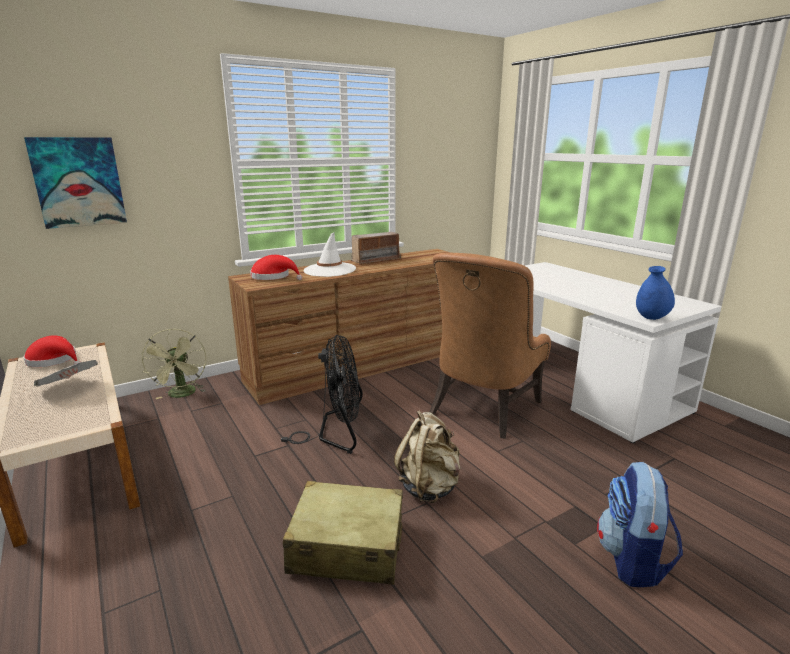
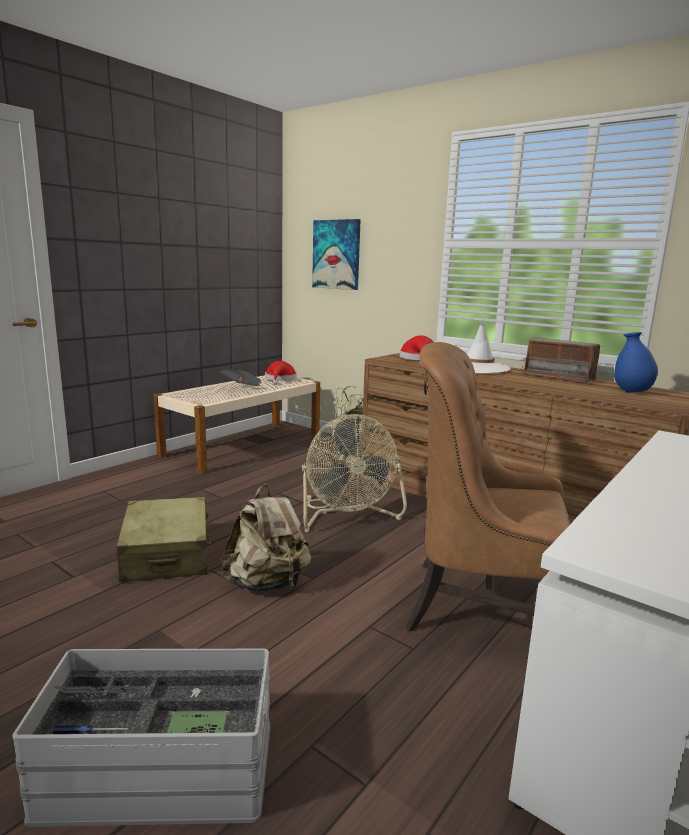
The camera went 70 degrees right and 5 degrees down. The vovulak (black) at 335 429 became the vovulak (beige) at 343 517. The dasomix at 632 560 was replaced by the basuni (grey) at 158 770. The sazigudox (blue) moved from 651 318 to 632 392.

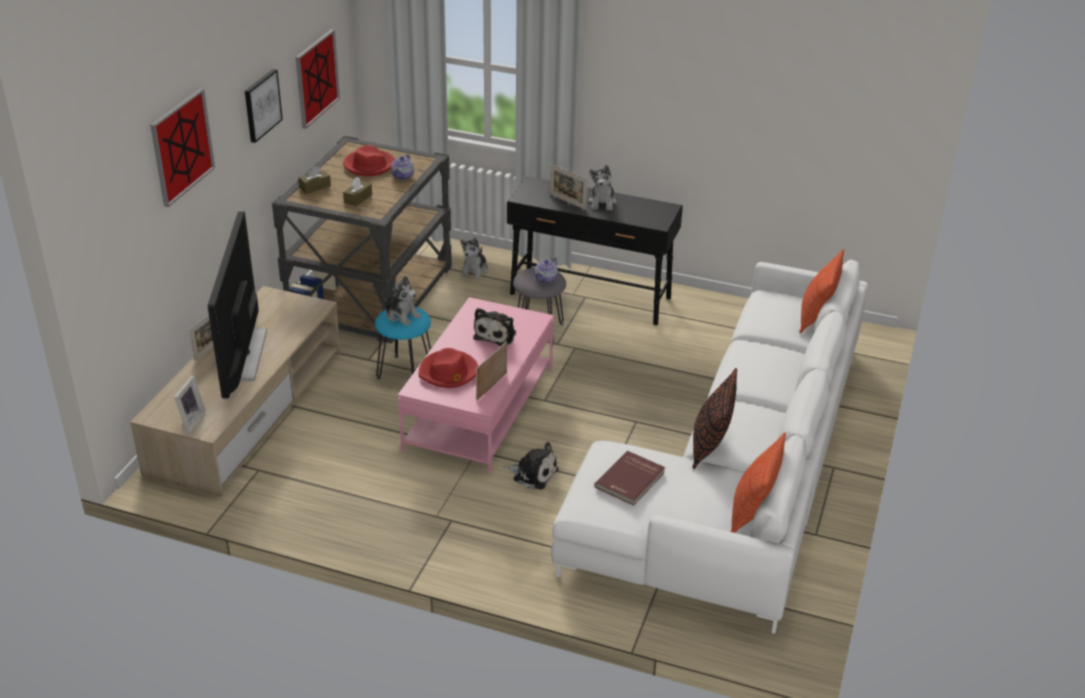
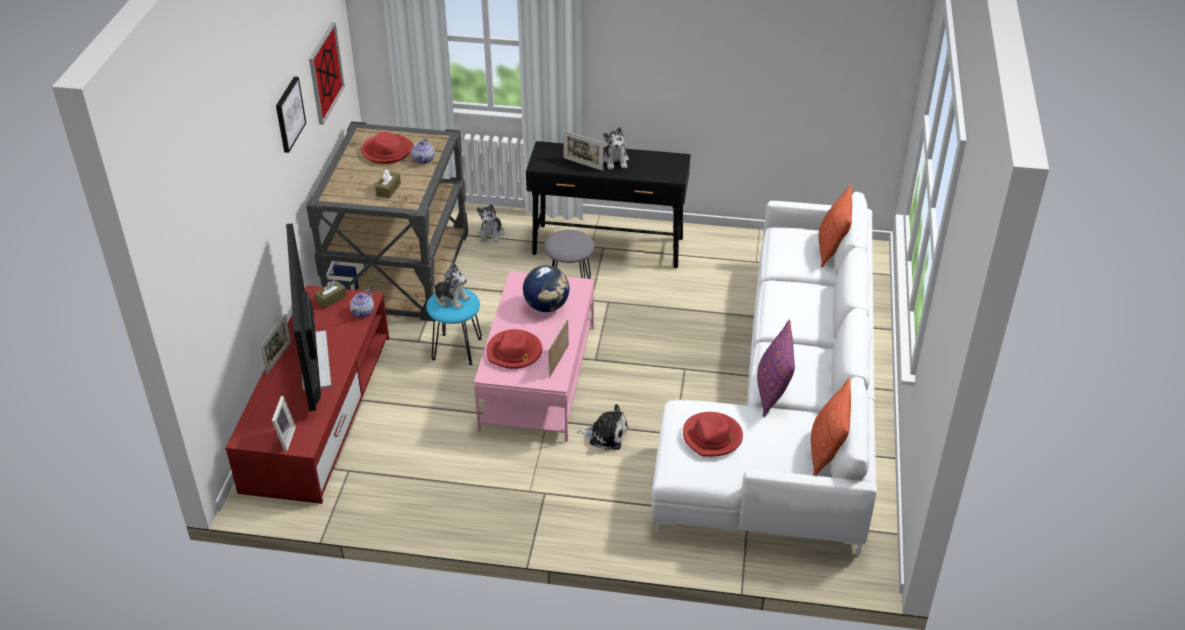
The camera went 10 degrees left and 5 degrees up. The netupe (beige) at 247 409 became the netupe (red) at 318 410. The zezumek at 182 146 disappeared. The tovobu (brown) moved from 315 187 to 331 299. The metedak at 496 334 was replaced by the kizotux at 546 306. The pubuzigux moved from 546 279 to 363 312. The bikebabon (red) at 631 480 was replaced by the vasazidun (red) at 712 437. The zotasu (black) at 710 447 became the zotasu (purple) at 772 392.

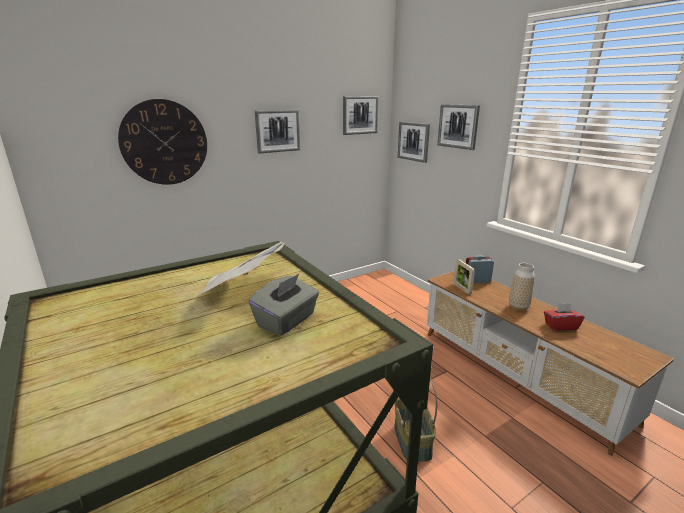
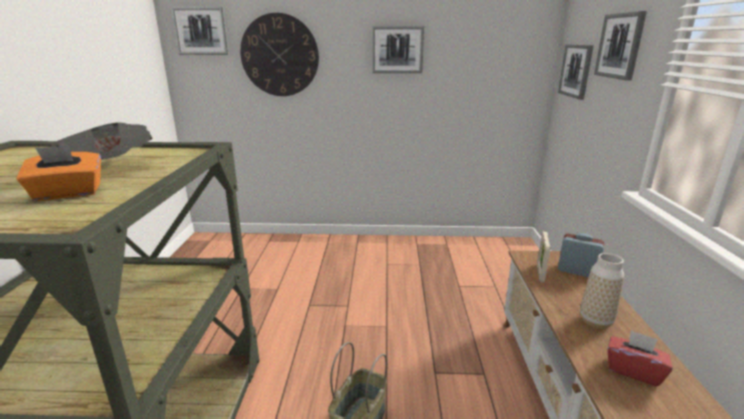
The camera went 35 degrees right and 0 degrees up. The tovobu (grey) at 287 321 became the tovobu (orange) at 68 194. The zezumek moved from 360 115 to 201 31.

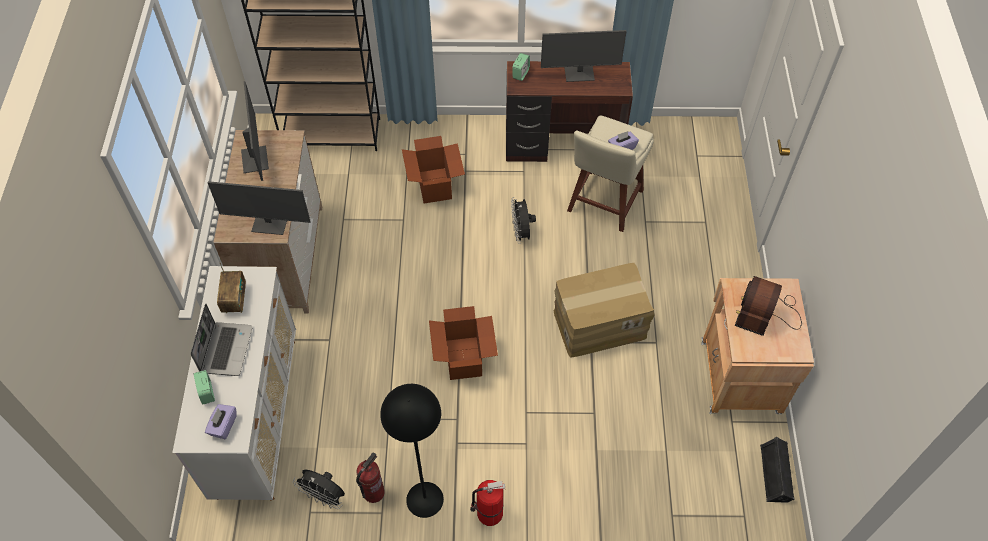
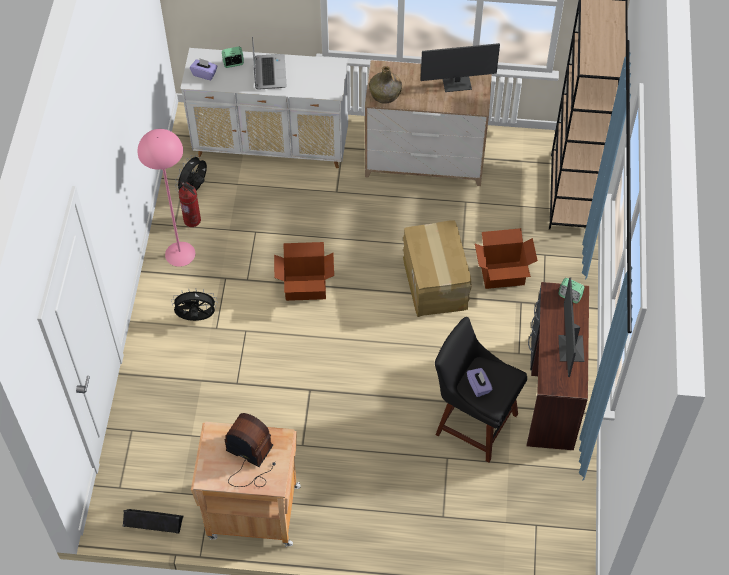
The camera went 95 degrees right and 0 degrees up. The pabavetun at 226 349 turned 105 degrees counterclockwise. The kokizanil at 270 224 was replaced by the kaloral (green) at 385 94. The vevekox at 234 299 disappeared. The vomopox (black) at 424 500 became the vomopox (pink) at 179 253. The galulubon at 488 513 disappeared. The vovulak (black) moved from 521 233 to 196 318. The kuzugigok moved from 599 323 to 436 282. The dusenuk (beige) at 603 203 became the dusenuk (black) at 473 422.

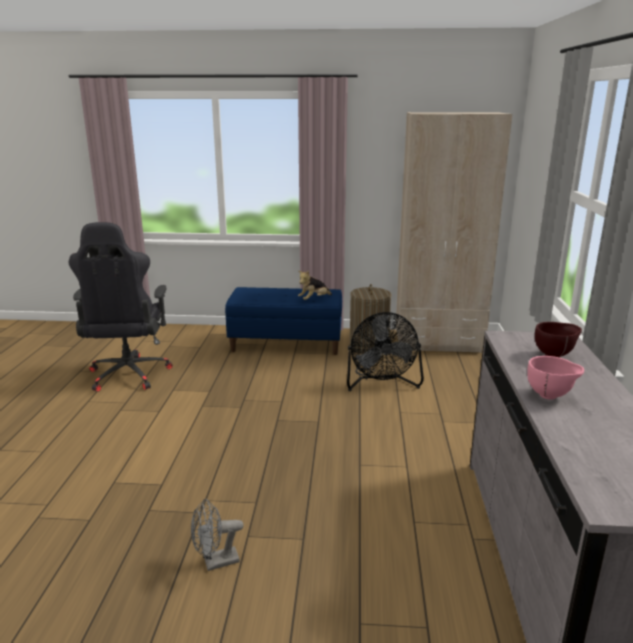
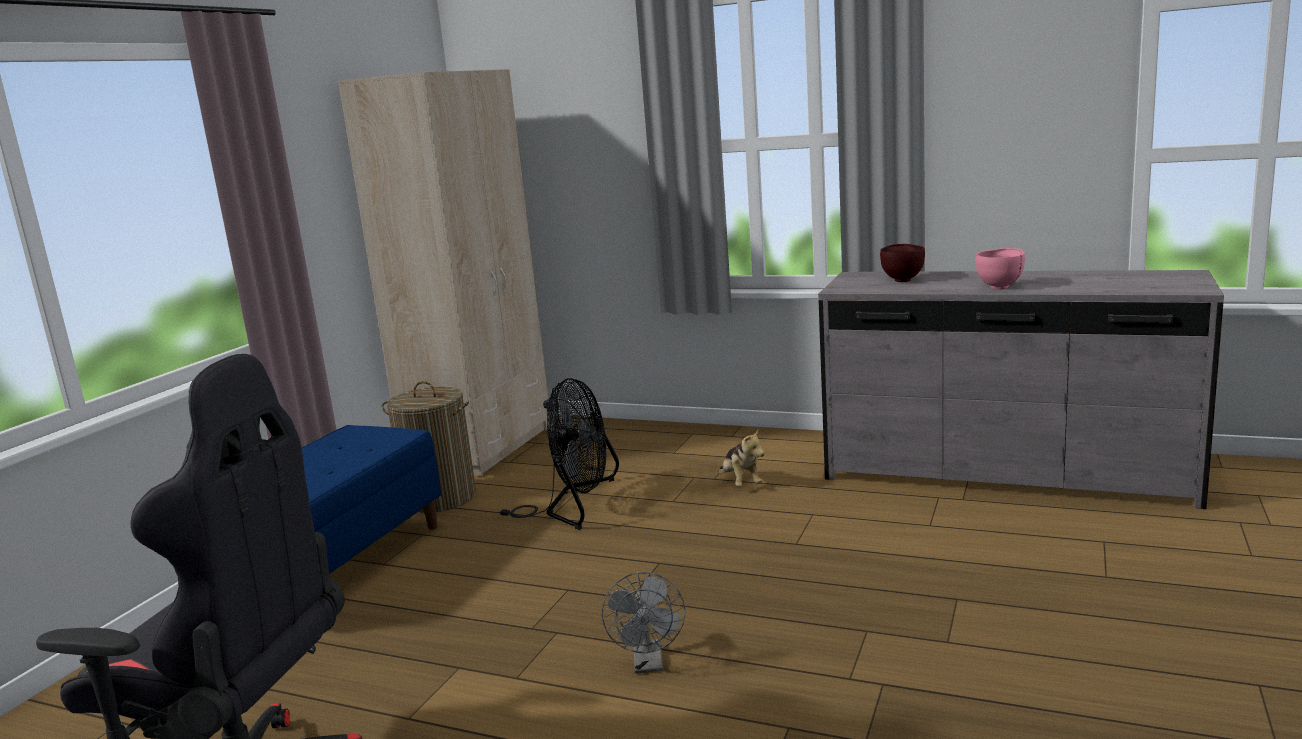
The camera went 70 degrees left and 5 degrees down. The vovulak (grey) moved from 216 562 to 649 664. The metedak moved from 314 299 to 740 483.

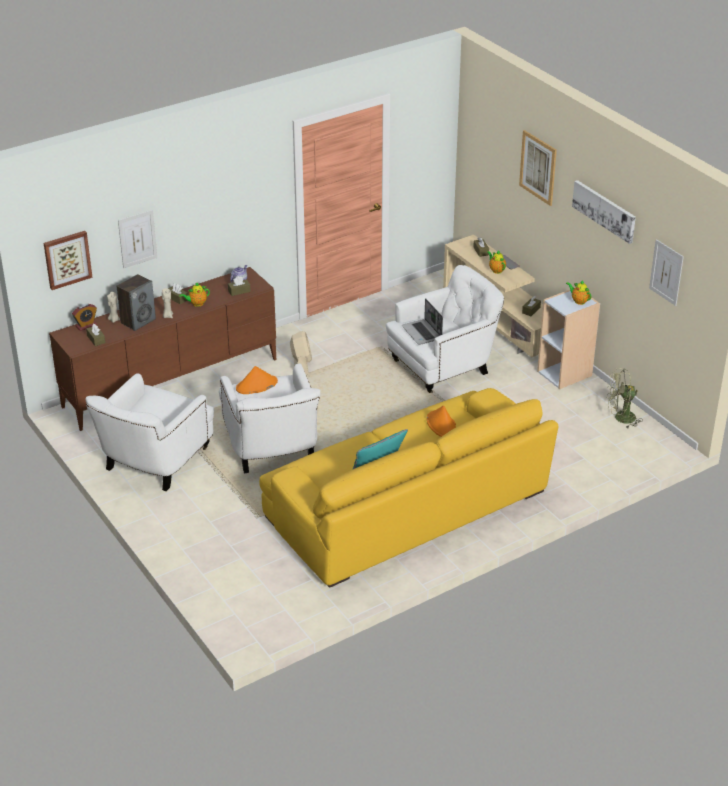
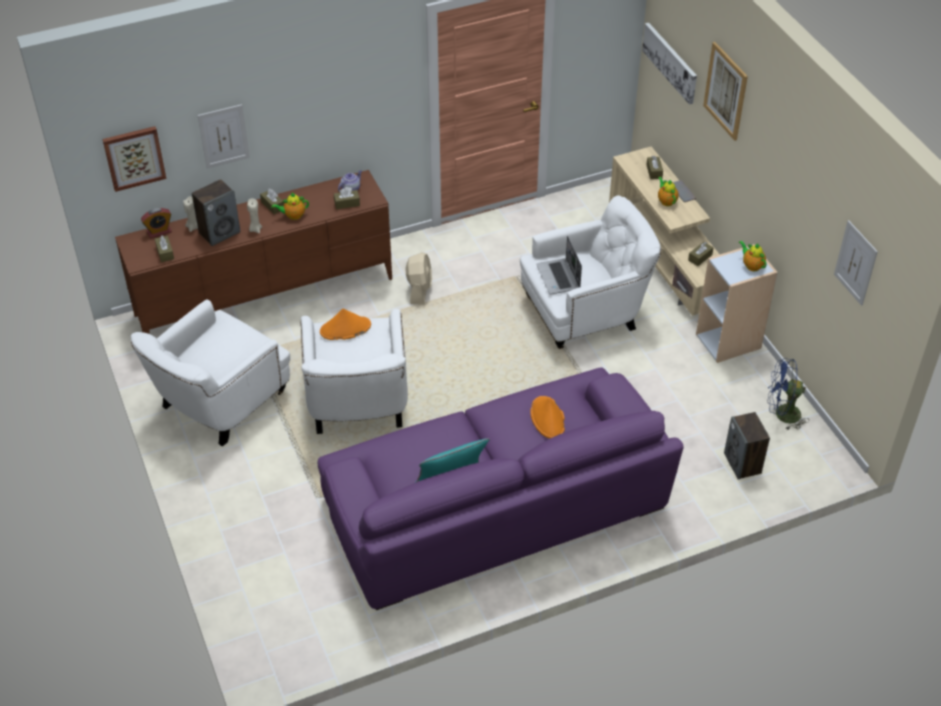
The camera went 10 degrees right and 10 degrees up. The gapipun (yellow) at 407 507 became the gapipun (purple) at 495 507. The zezumek moved from 604 211 to 670 62. The vovulak (green) at 620 418 became the vovulak (blue) at 782 414. The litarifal at 743 463 appeared.

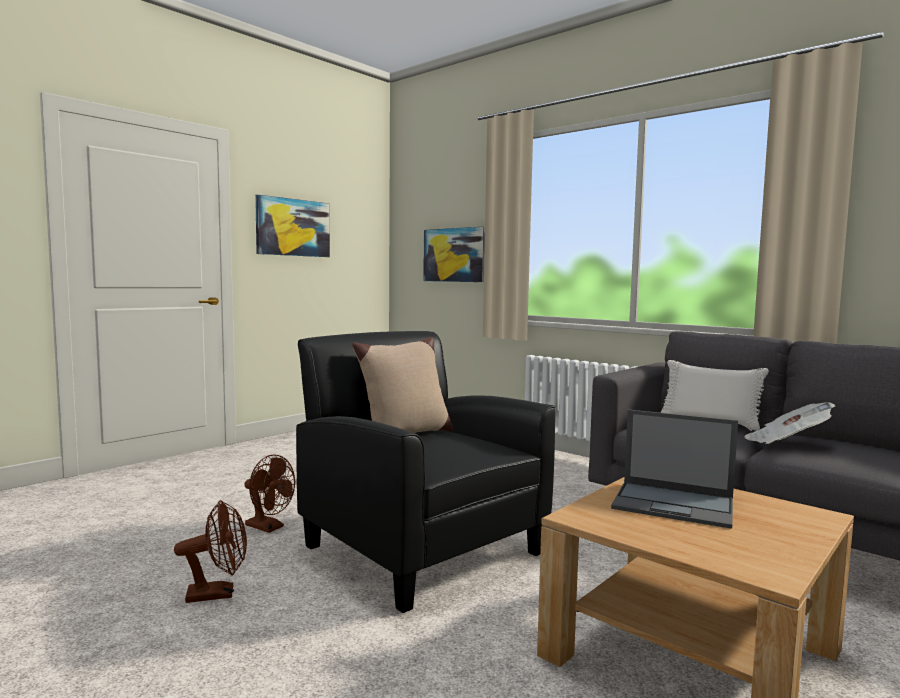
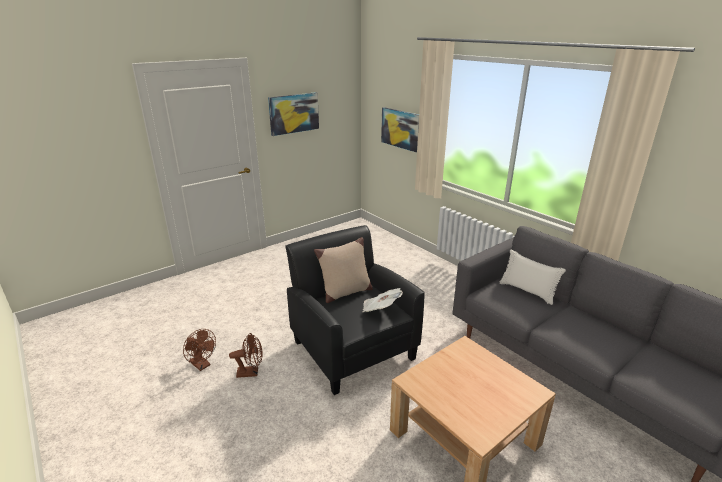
The camera went 10 degrees right and 20 degrees up. The vovulak (brown) moved from 269 527 to 202 365. The pabavetun at 675 504 disappeared. The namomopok moved from 786 443 to 380 309.

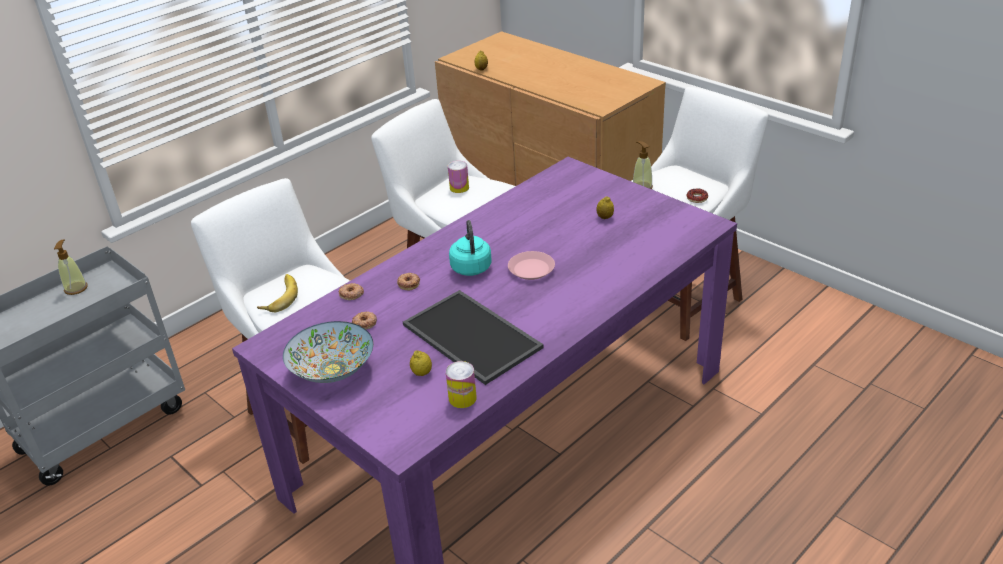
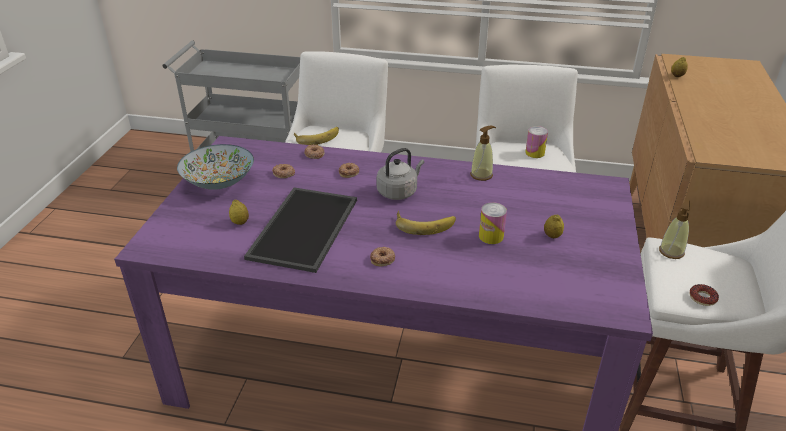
The camera went 55 degrees right and 0 degrees up. The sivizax moved from 76 288 to 481 175. The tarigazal moved from 462 398 to 491 236. The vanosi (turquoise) at 471 266 became the vanosi (grey) at 399 192. The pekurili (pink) at 531 269 was replaced by the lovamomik at 424 223. The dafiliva at 383 259 appeared.

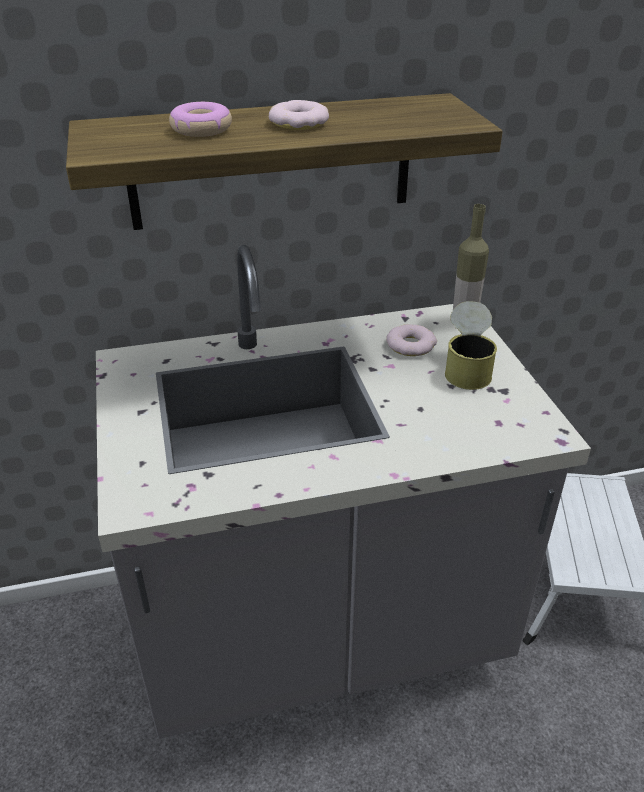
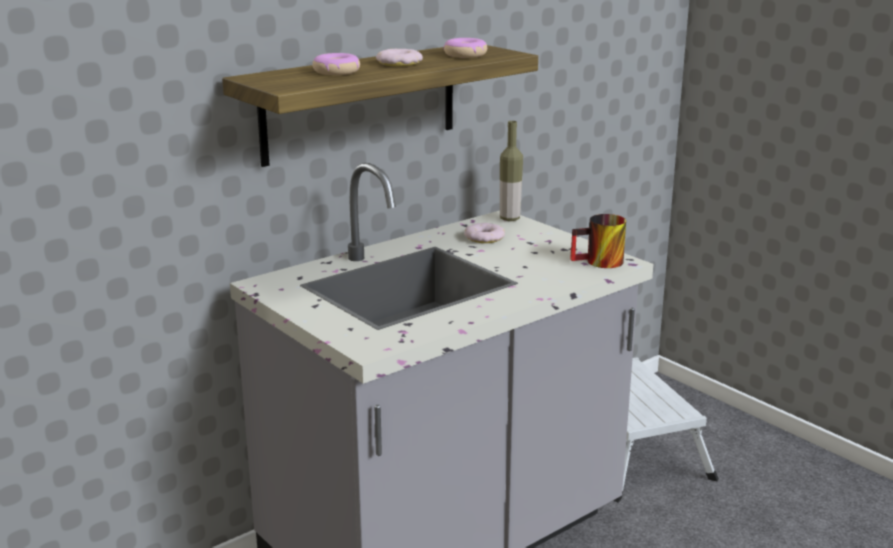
The camera went 25 degrees left and 15 degrees down. The tarigazal at 467 367 disappeared. The dafiliva at 465 55 appeared. The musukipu at 600 263 appeared.

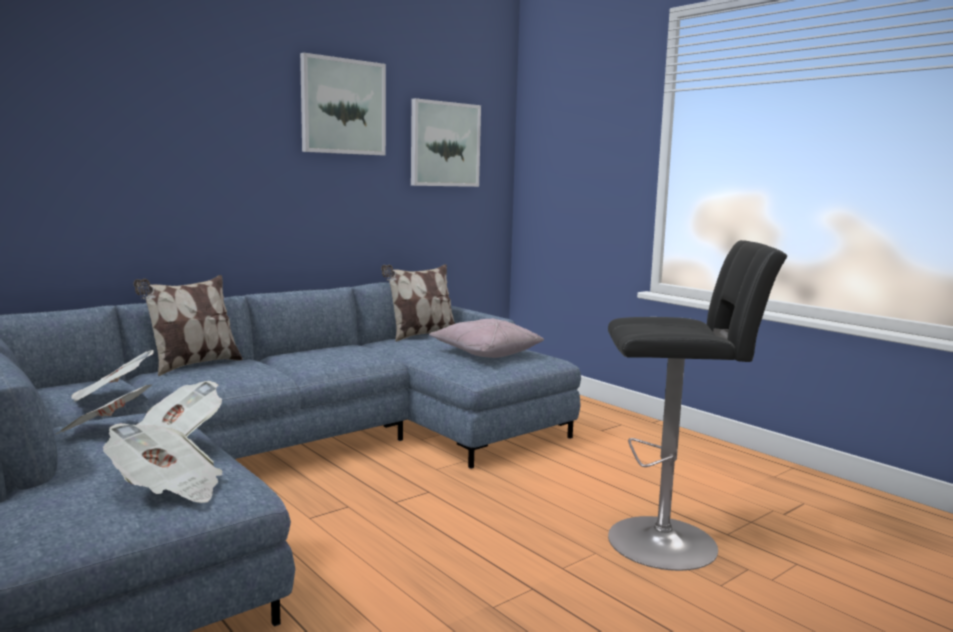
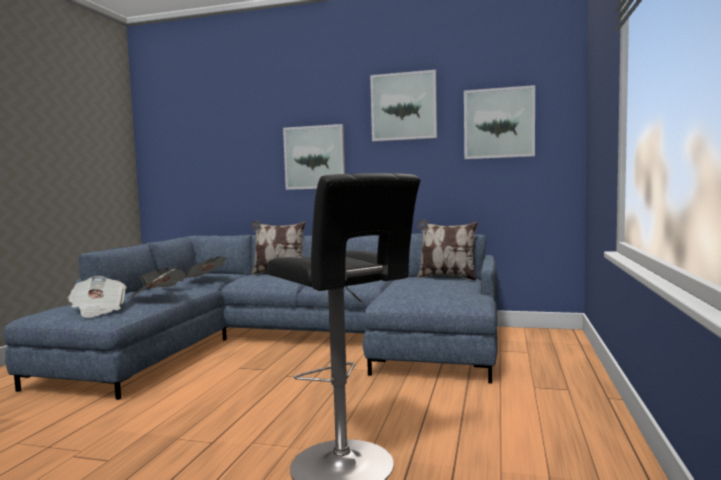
The camera went 55 degrees right and 5 degrees down. The zotasu (purple) at 485 353 disappeared. The zezumek at 315 157 appeared.

